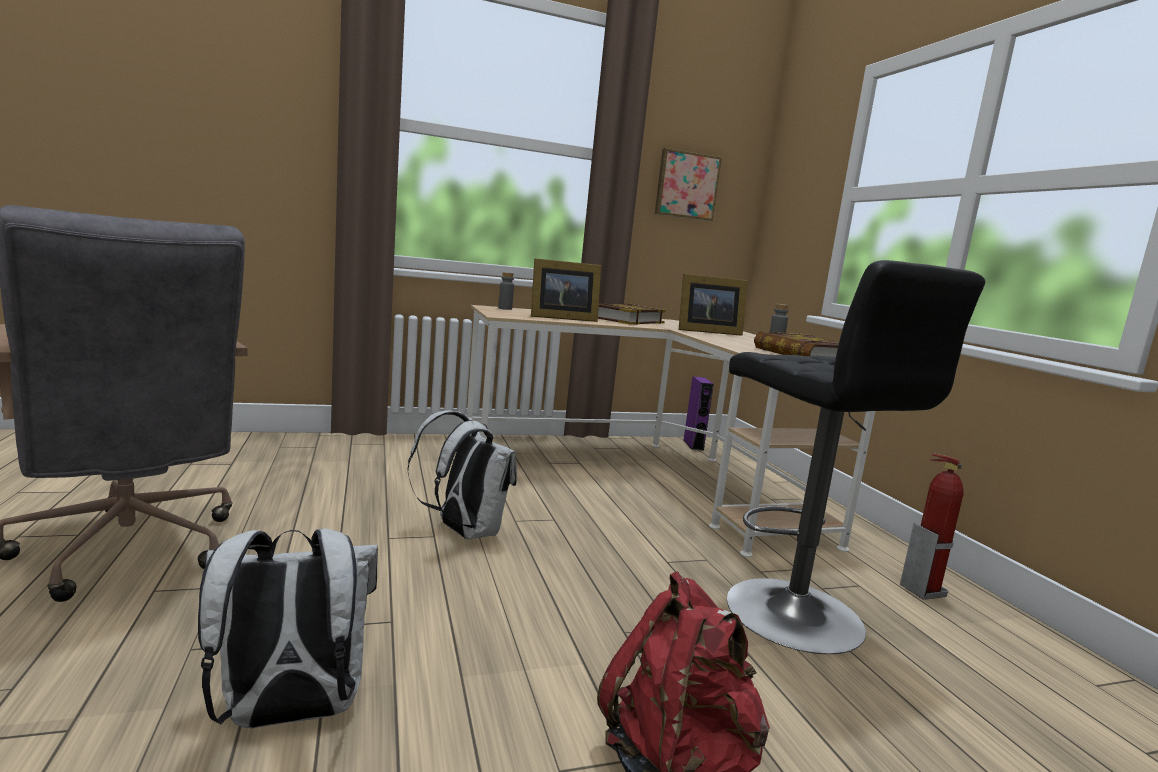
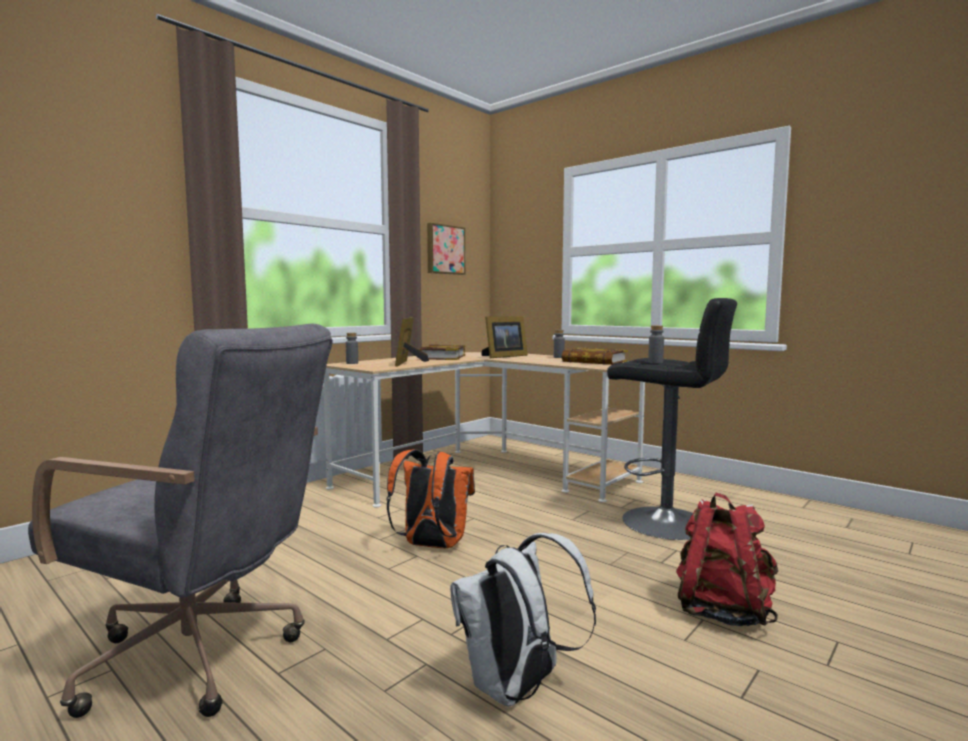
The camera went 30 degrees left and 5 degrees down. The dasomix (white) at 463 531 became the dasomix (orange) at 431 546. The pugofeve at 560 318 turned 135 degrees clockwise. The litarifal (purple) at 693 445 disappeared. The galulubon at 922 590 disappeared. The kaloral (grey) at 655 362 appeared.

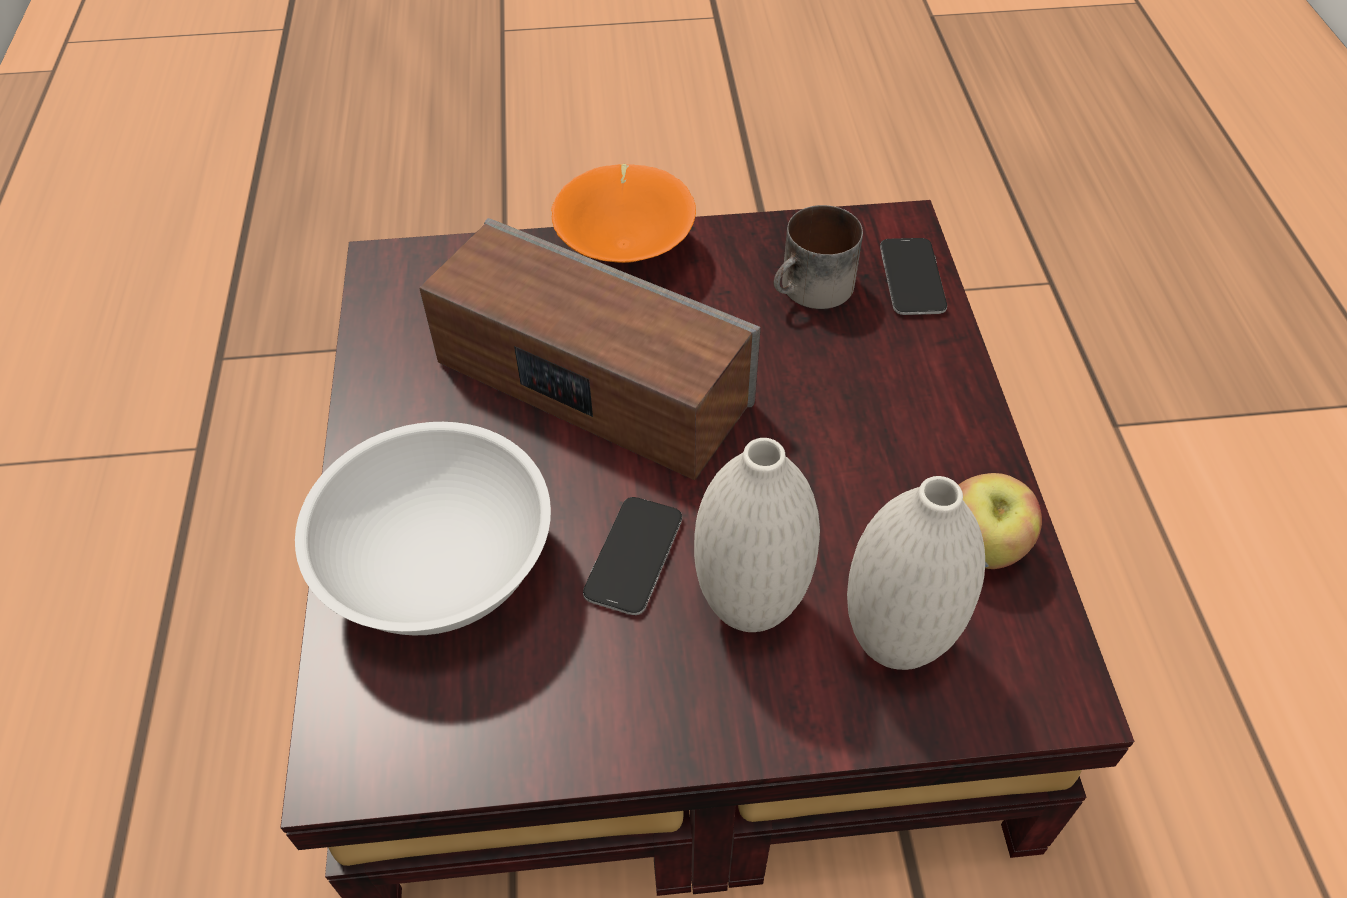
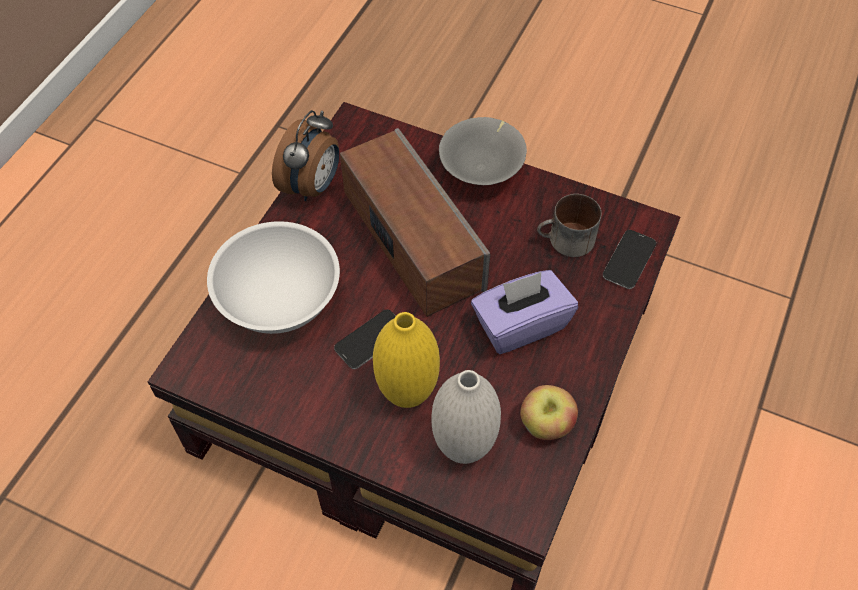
The camera went 30 degrees right and 5 degrees up. The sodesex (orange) at 626 249 became the sodesex (grey) at 482 170. The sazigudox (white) at 750 608 became the sazigudox (yellow) at 407 393. The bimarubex at 313 186 appeared. The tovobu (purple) at 520 325 appeared.

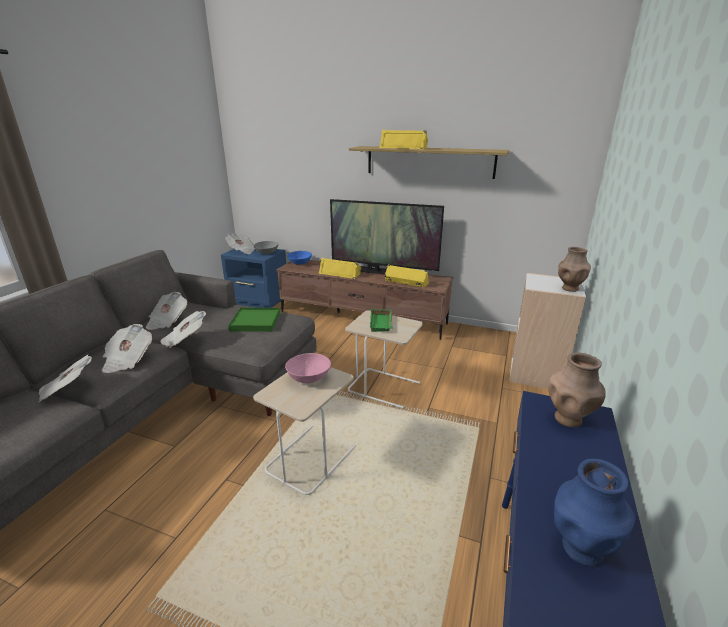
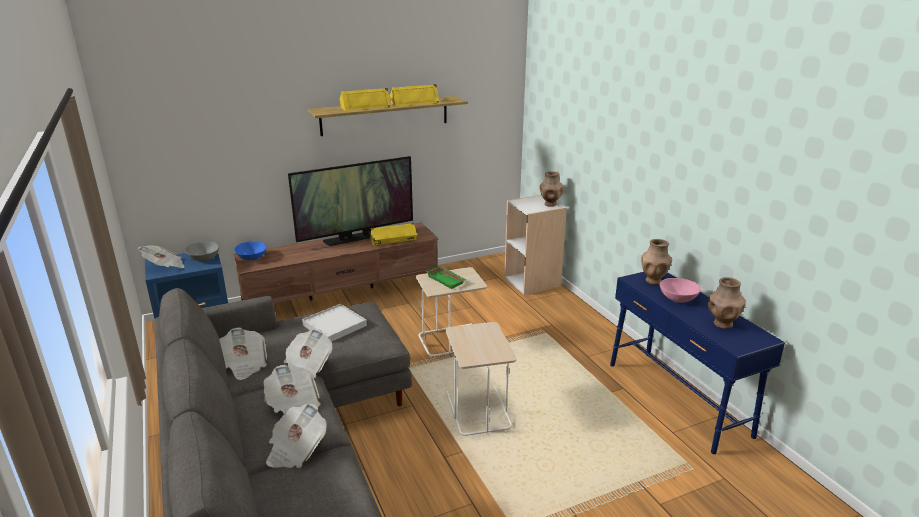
The camera went 45 degrees left and 0 degrees up. The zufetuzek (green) at 256 322 became the zufetuzek (white) at 334 325. The sodesex (pink) moved from 309 378 to 678 298. The litarifal (yellow) moved from 340 273 to 414 102. The sazigudox (blue) at 580 548 became the sazigudox (brown) at 722 324.

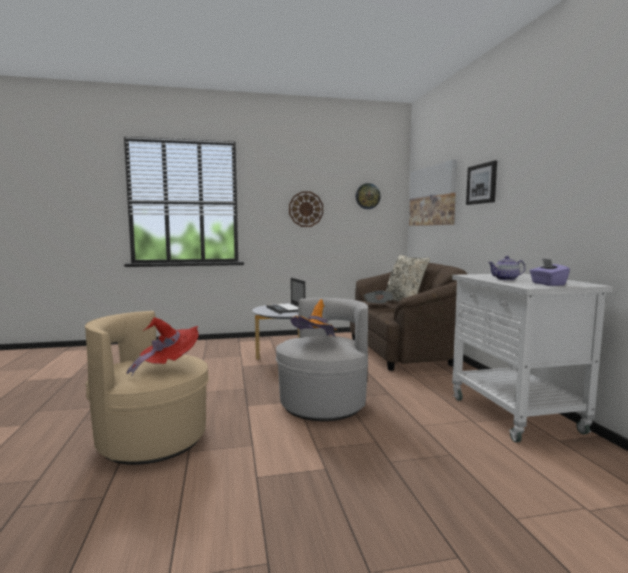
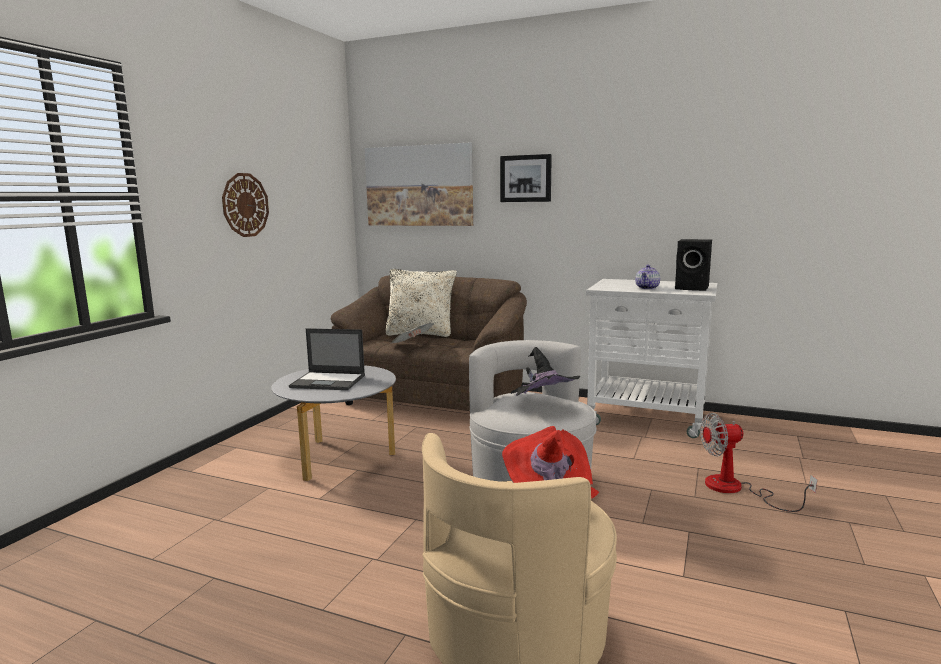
The camera went 55 degrees left and 5 degrees up. The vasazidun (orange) at 316 343 became the vasazidun (black) at 543 406. The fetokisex at 367 196 disappeared. The tovobu (purple) at 547 284 was replaced by the litarifal (black) at 693 288. The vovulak at 736 489 appeared.

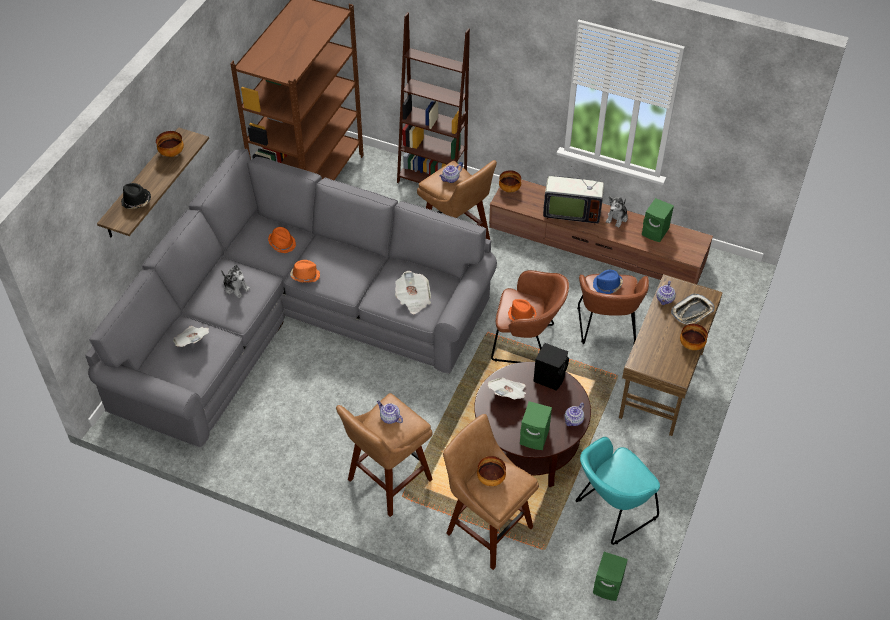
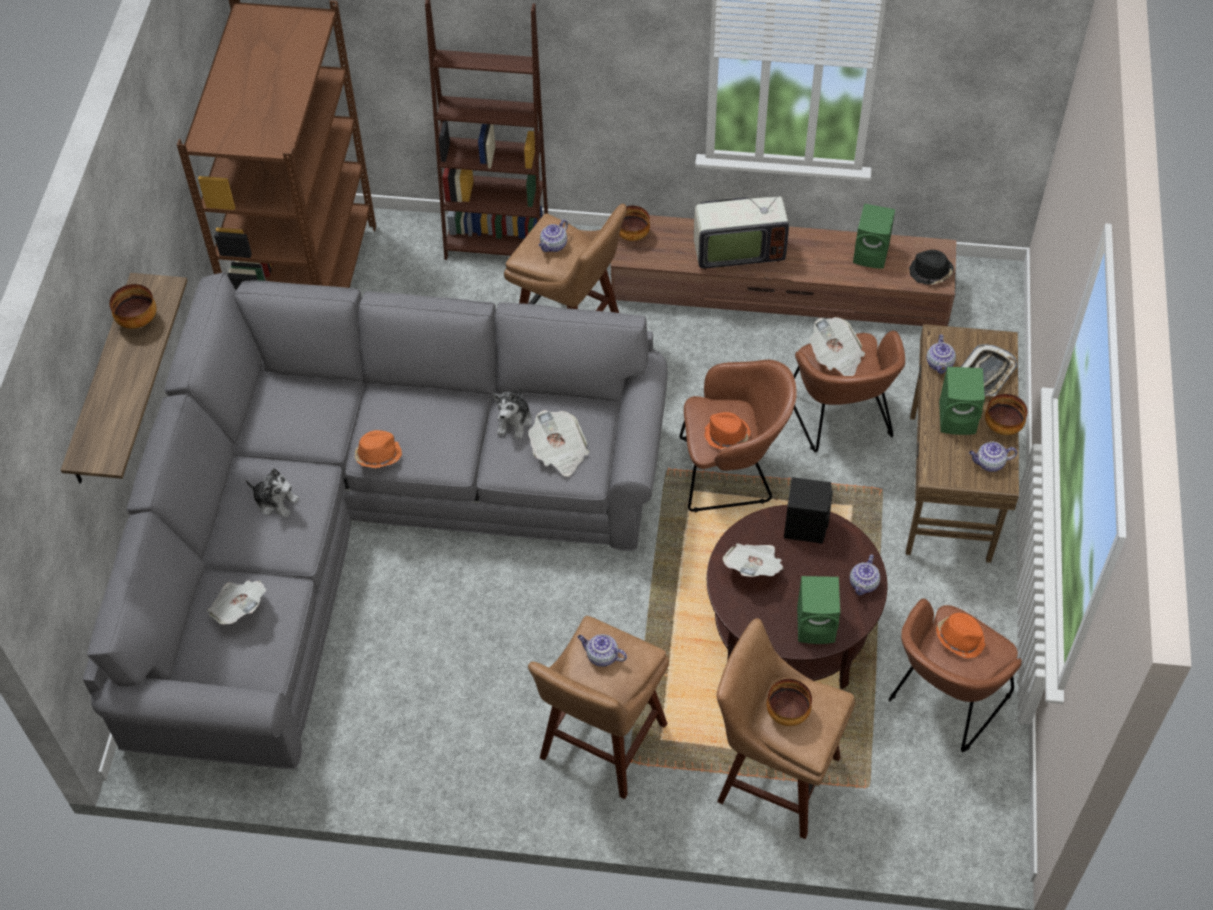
The camera went 15 degrees left and 5 degrees up. The vasazidun (black) moved from 136 201 to 930 272. The vasazidun (orange) moved from 282 243 to 960 638. The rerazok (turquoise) at 611 510 became the rerazok (brown) at 943 700. The vasazidun (blue) at 607 285 was replaced by the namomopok at 836 357. The litarifal (green) moved from 609 586 to 959 418. The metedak moved from 617 218 to 514 421. The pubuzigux at 989 463 appeared.

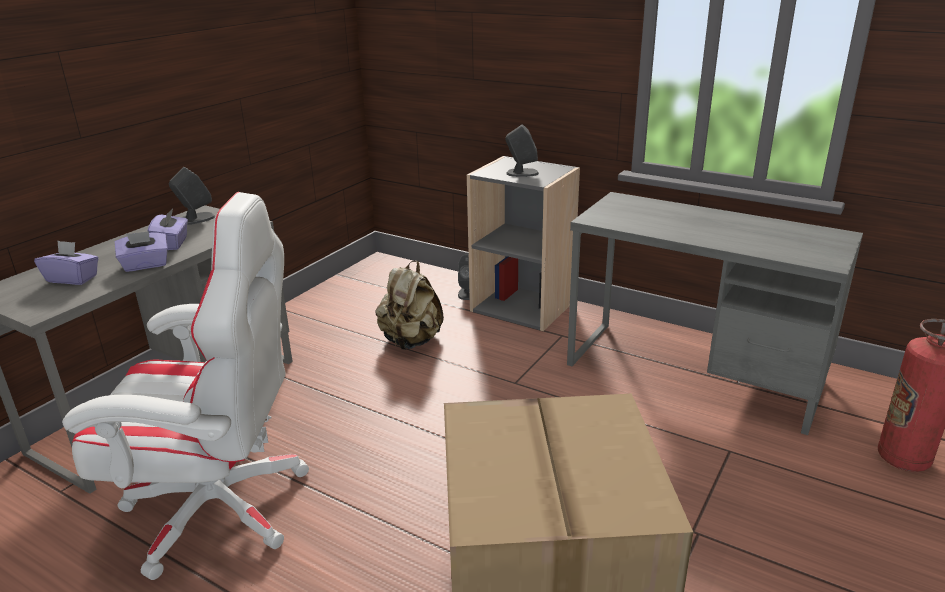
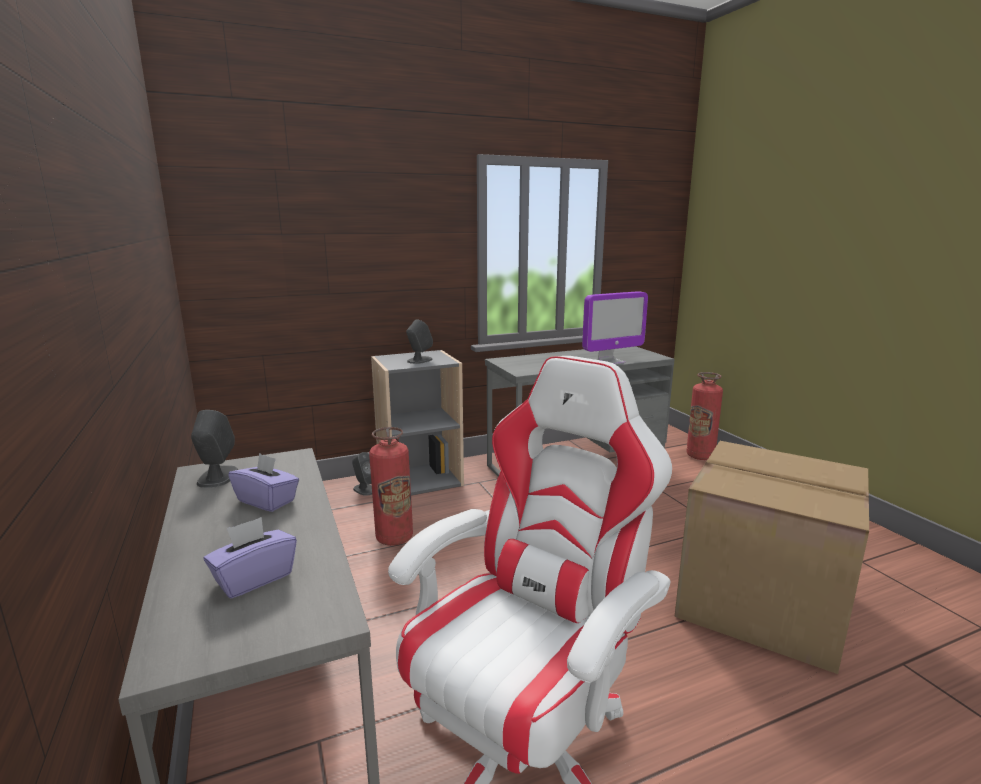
The camera went 55 degrees left and 10 degrees down. The tovobu (purple) at 146 265 disappeared. The dasomix (beige) at 411 341 was replaced by the galulubon at 394 538. The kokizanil at 611 361 appeared.

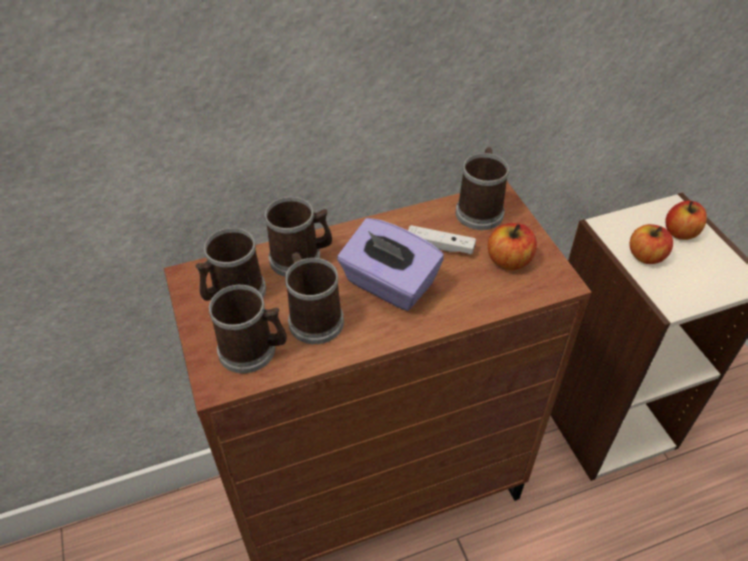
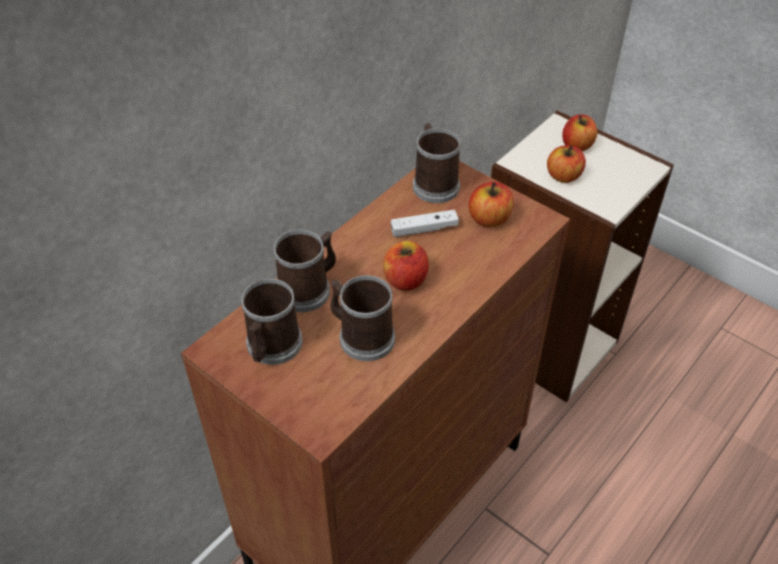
The camera went 30 degrees left and 0 degrees up. The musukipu at 253 350 disappeared. The tovobu (purple) at 388 284 was replaced by the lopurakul at 405 280.

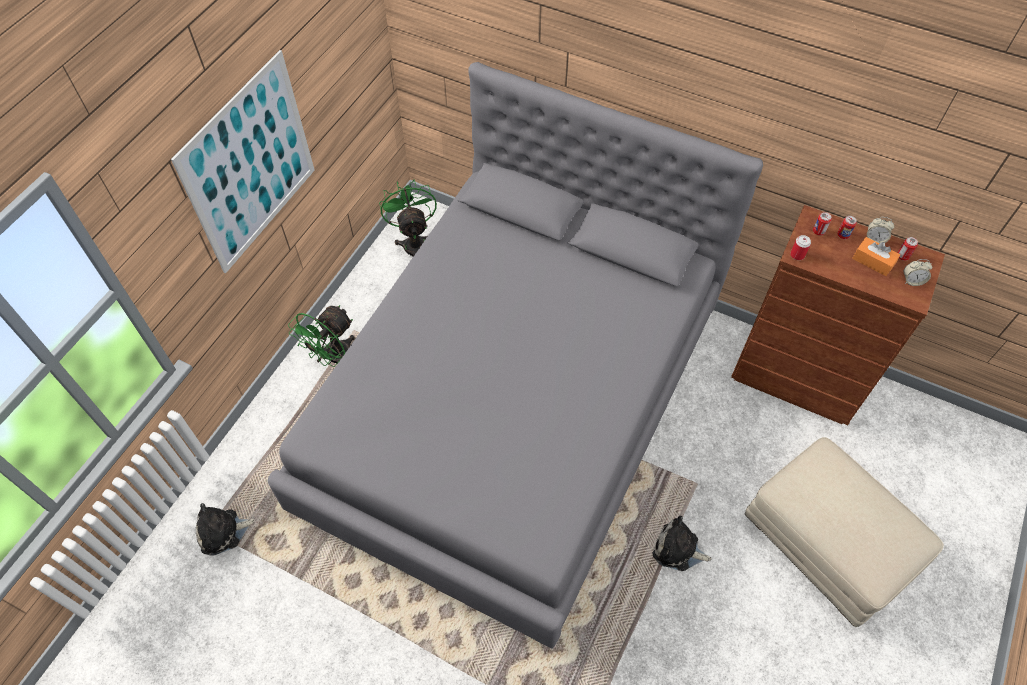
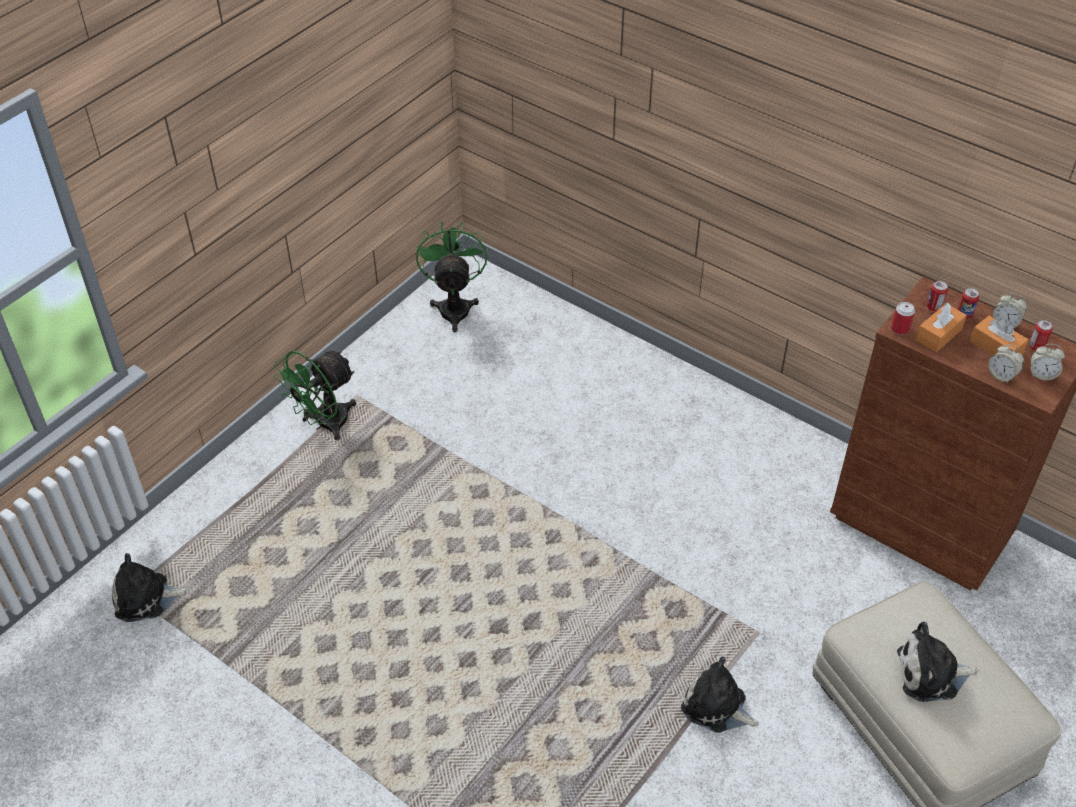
The camera went 10 degrees right and 10 degrees down. The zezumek at 250 165 disappeared. The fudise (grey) at 514 406 disappeared. The metedak at 931 674 appeared. The tovobu (orange) at 939 334 appeared. The bimarubex at 1001 375 appeared.

